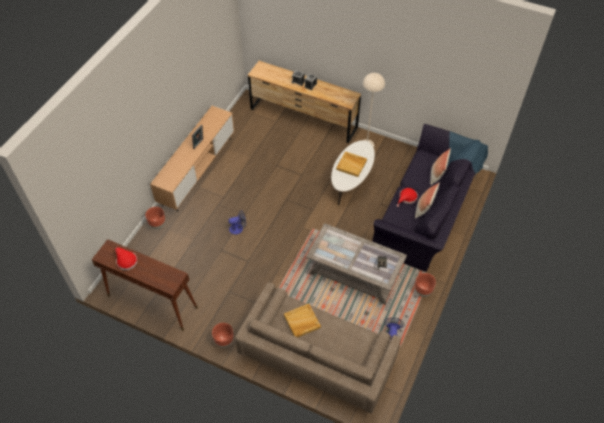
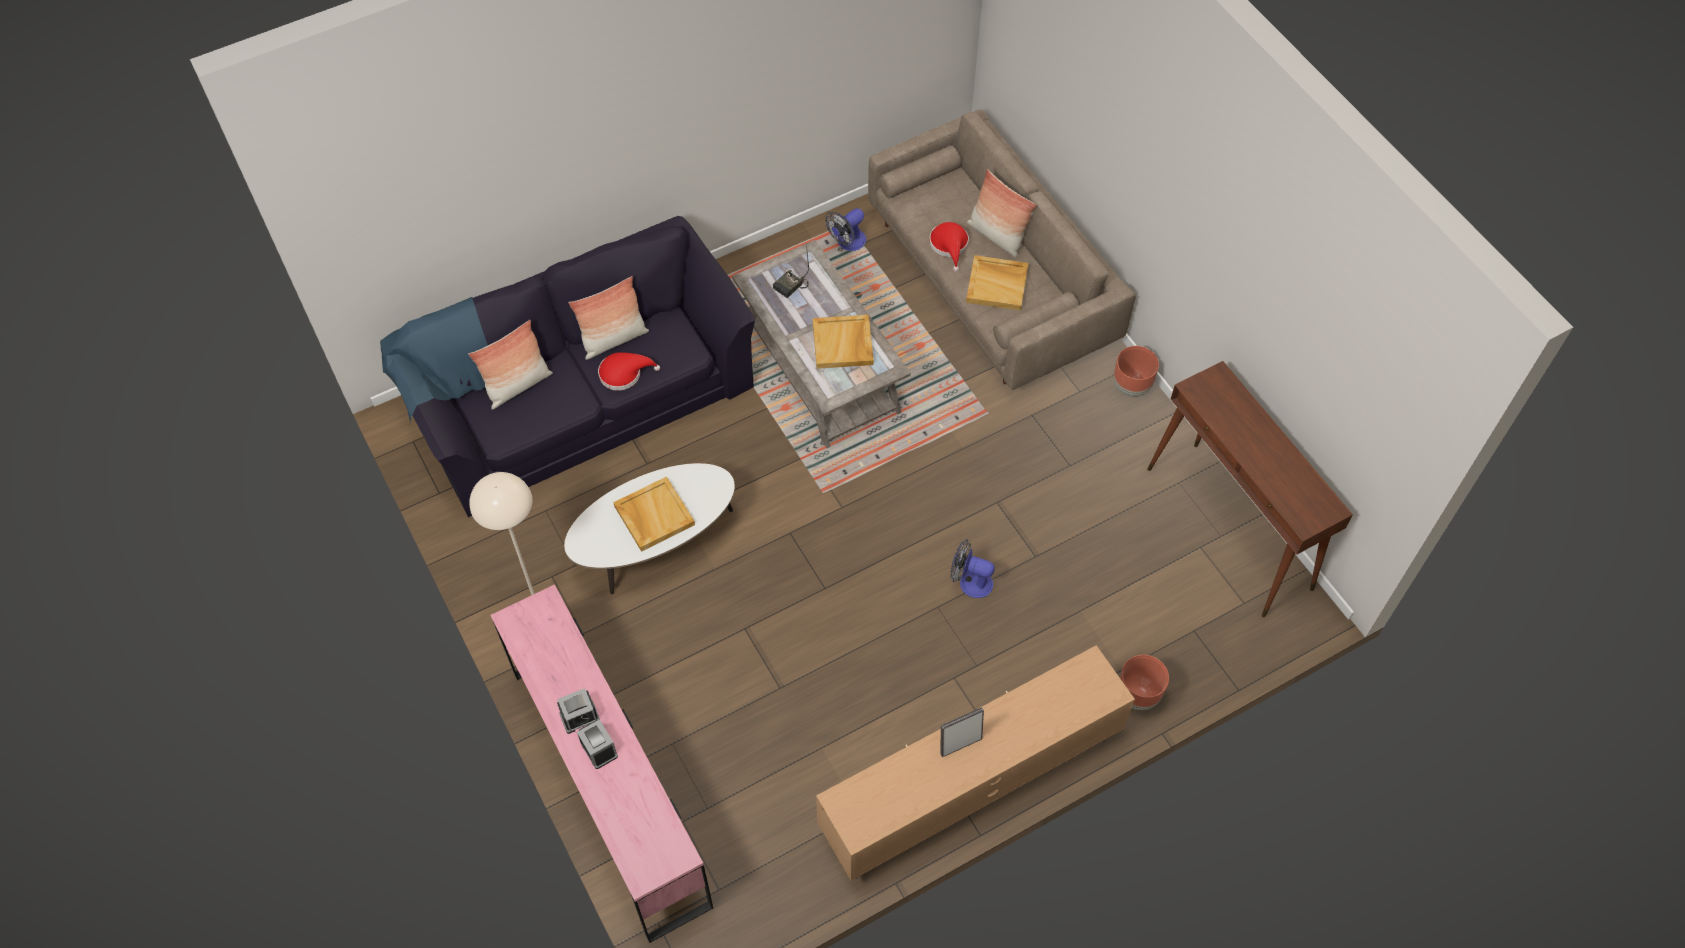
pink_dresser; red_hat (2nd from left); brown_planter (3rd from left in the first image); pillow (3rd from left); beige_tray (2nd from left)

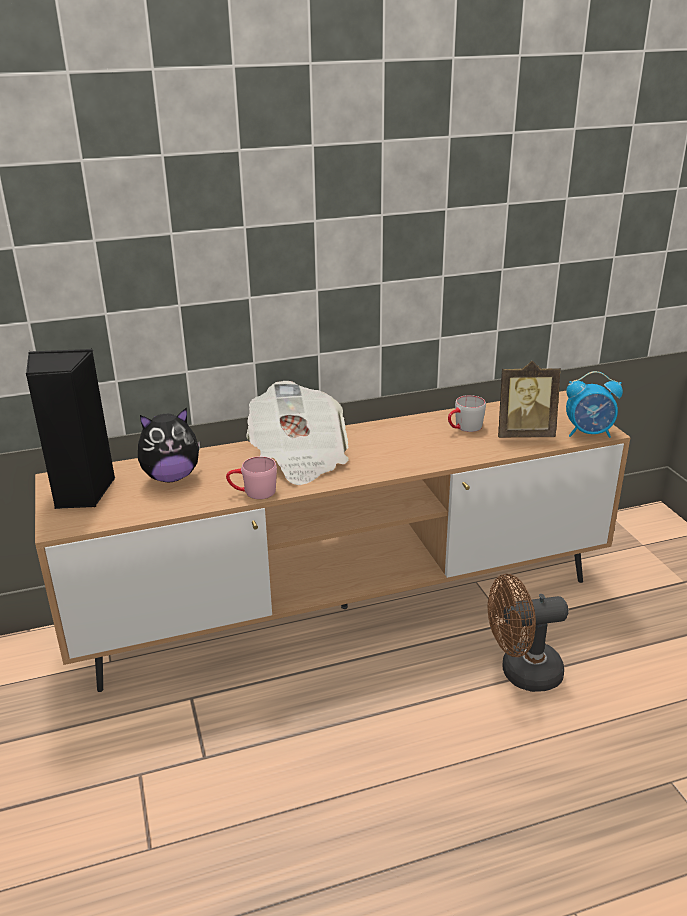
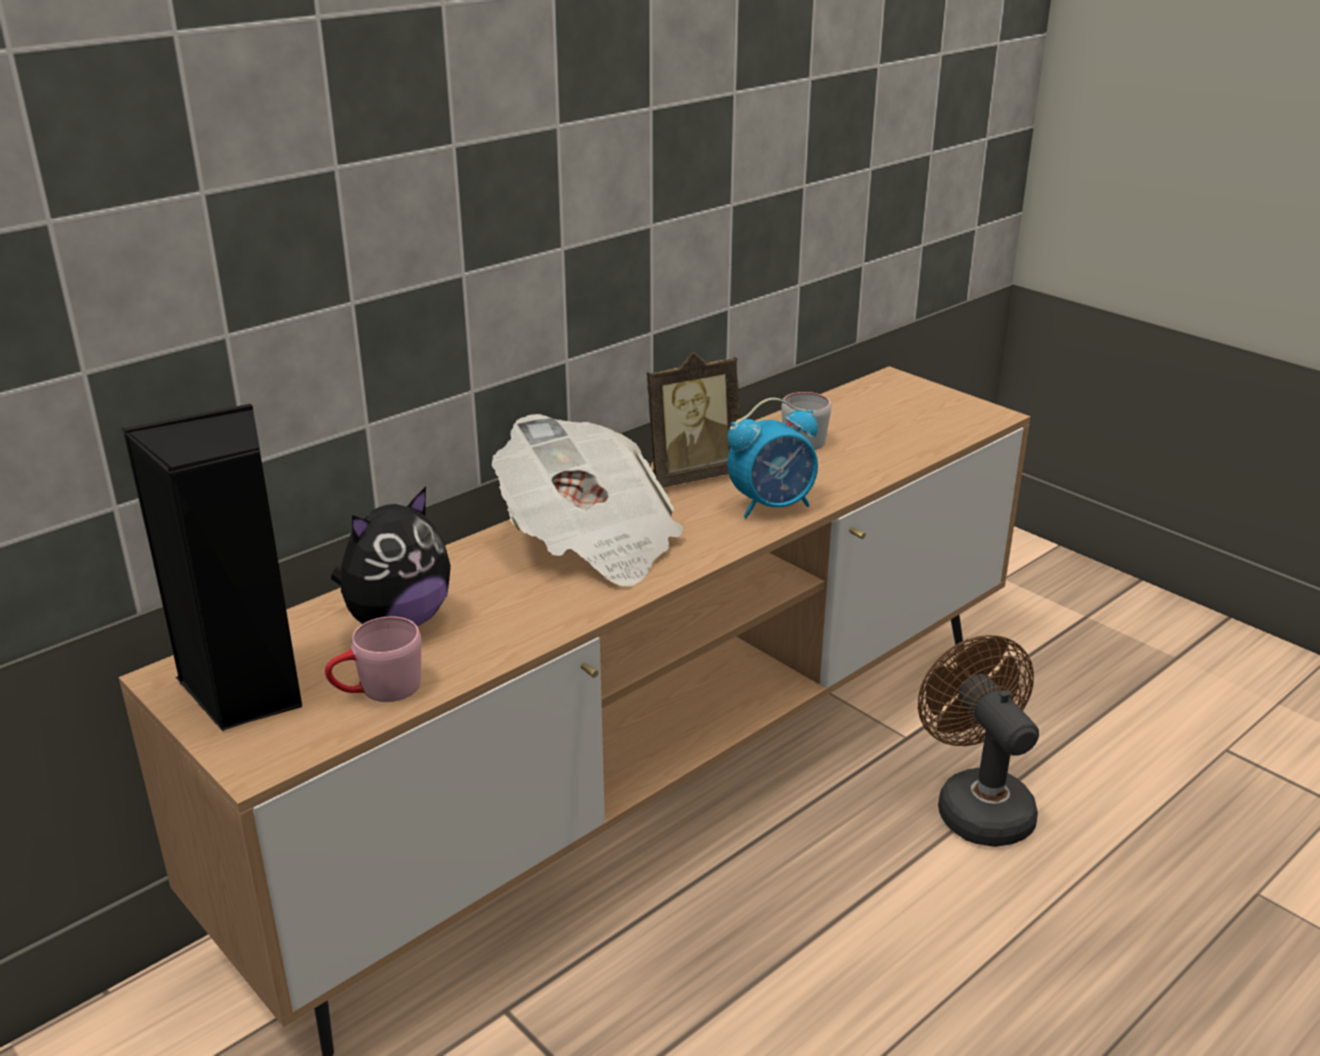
picture_frame; alarm_clock; pink_mug; brown_fan

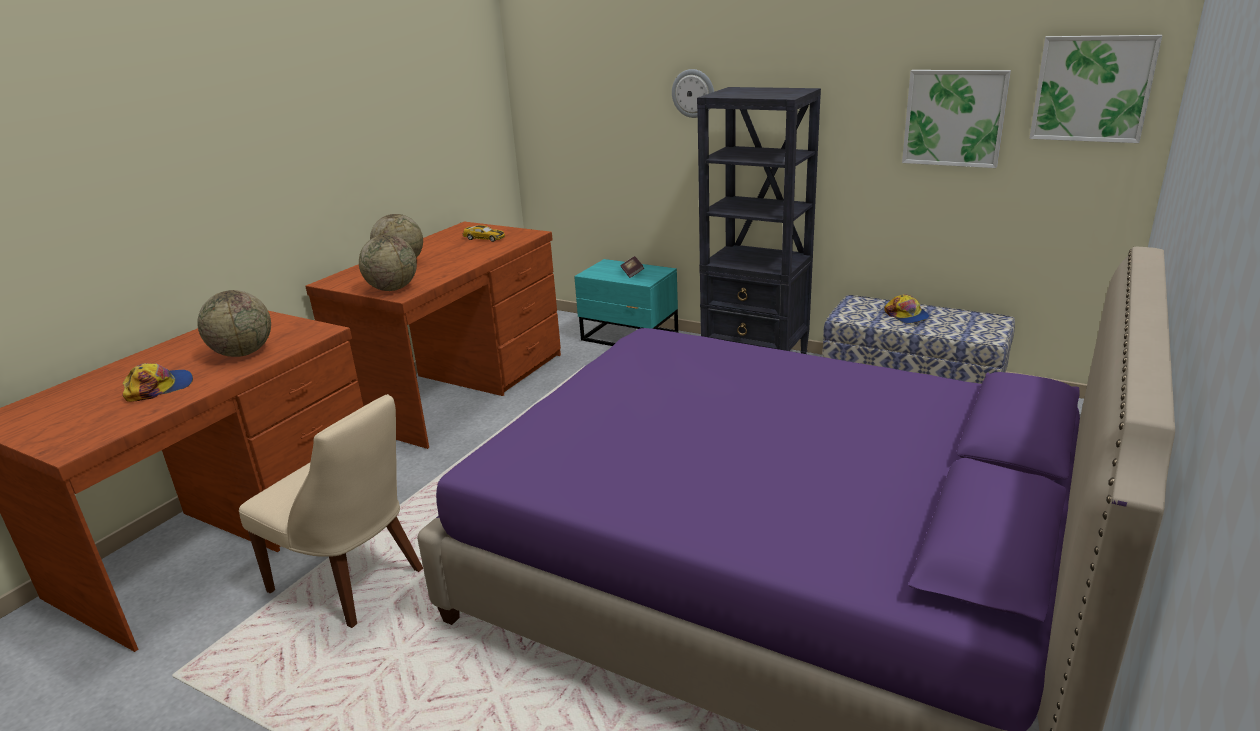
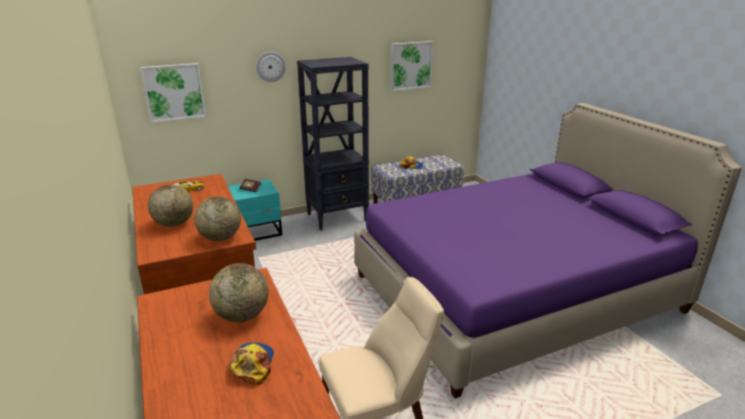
picture (1st from left)

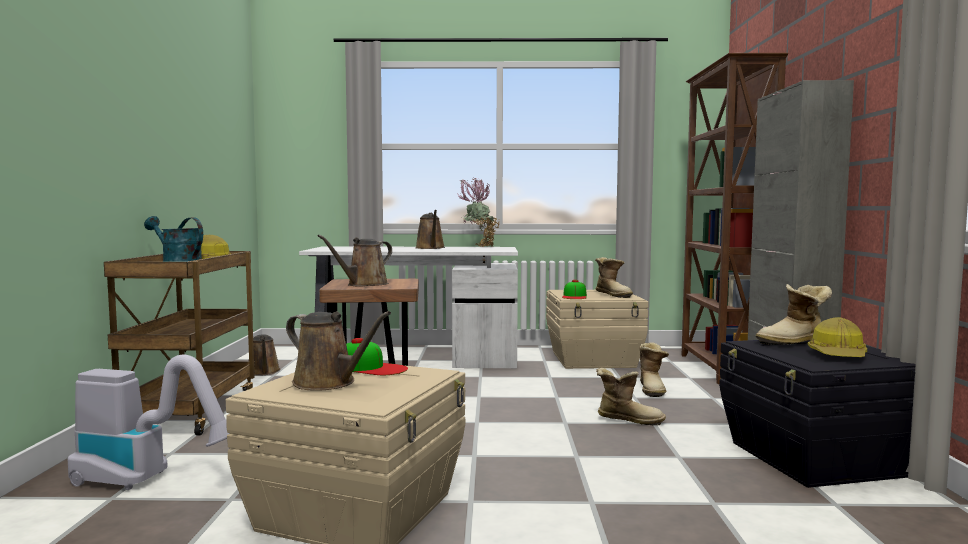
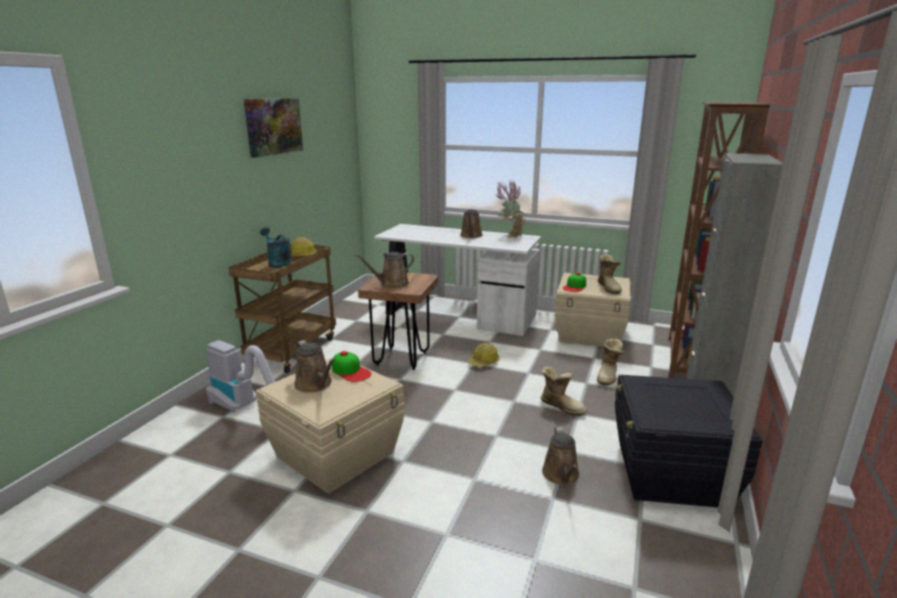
boot (4th from left in the first image); hard_hat (2nd from left); brown_watering_can (4th from left); picture

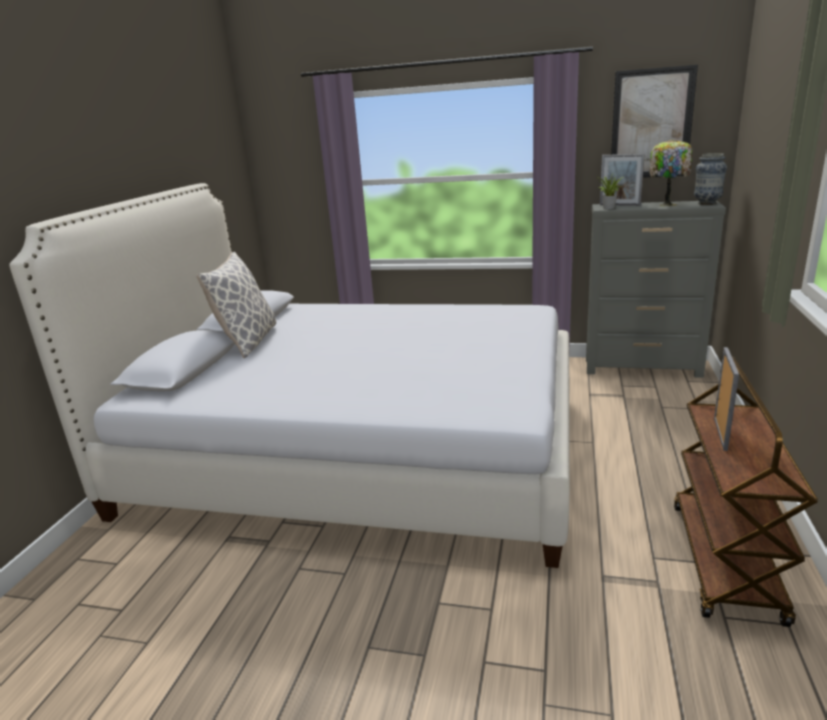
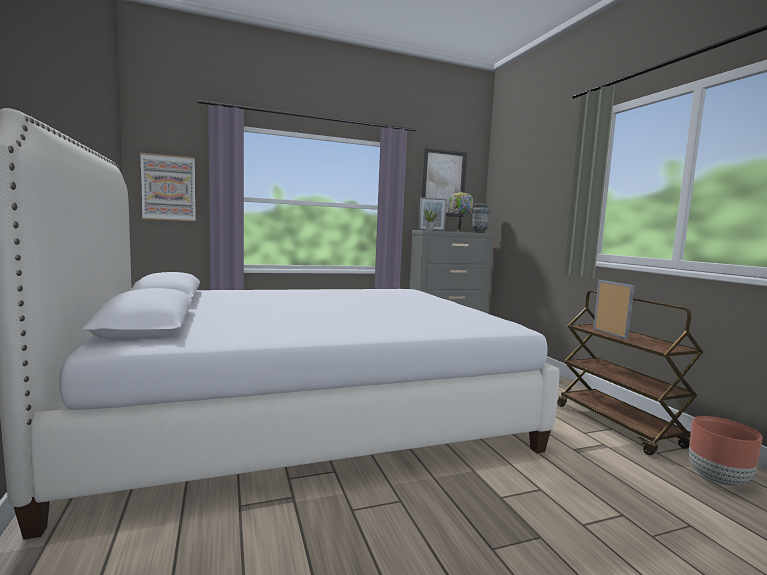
pillow; picture (1st from left); brown_planter

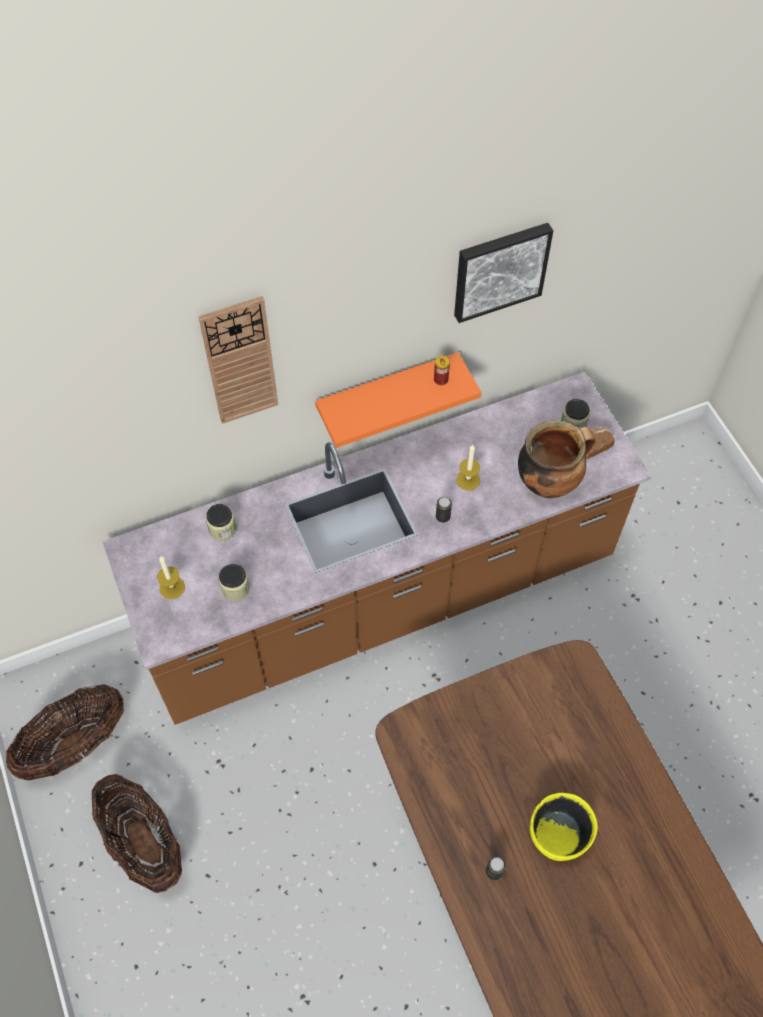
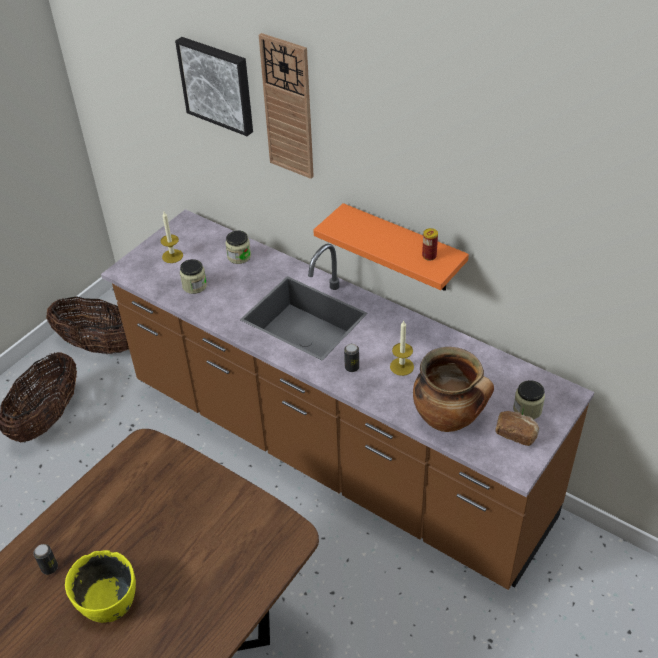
picture

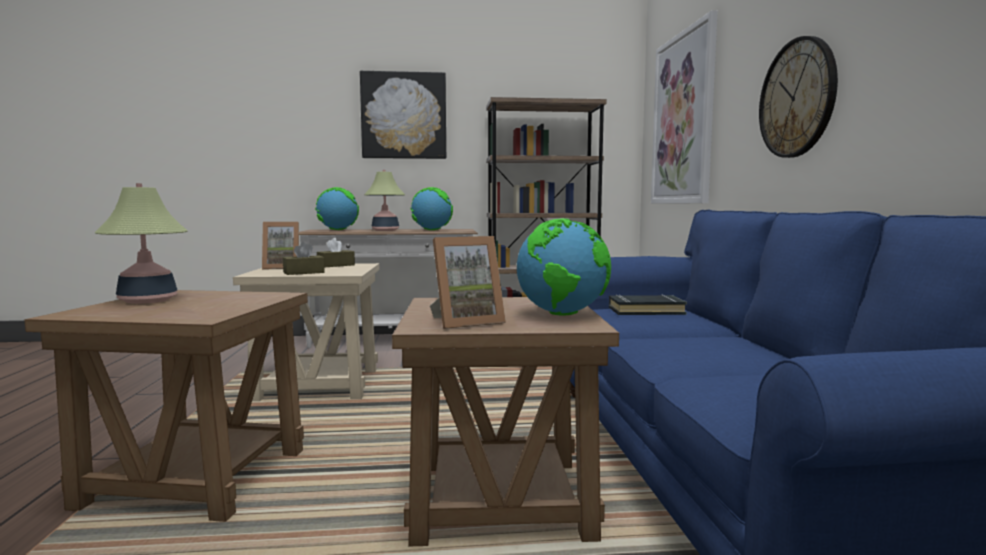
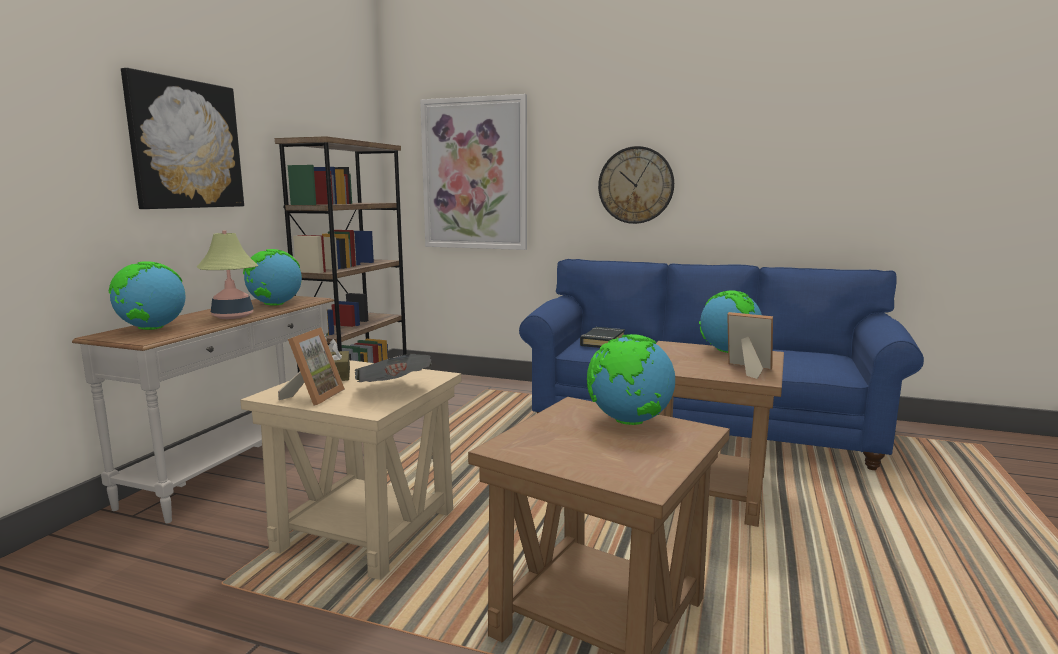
table_lamp (1st from left in the first image); picture_frame (2nd from left); newspaper; globe (3rd from left)

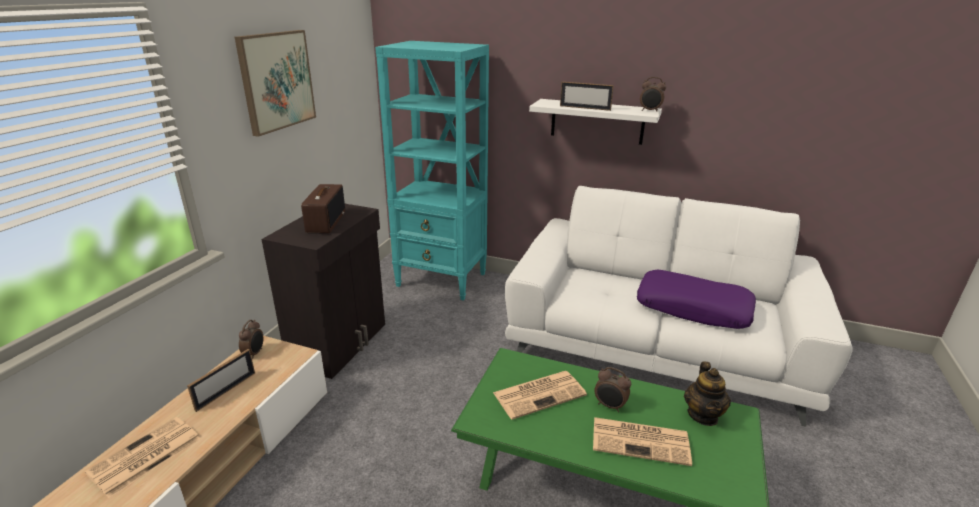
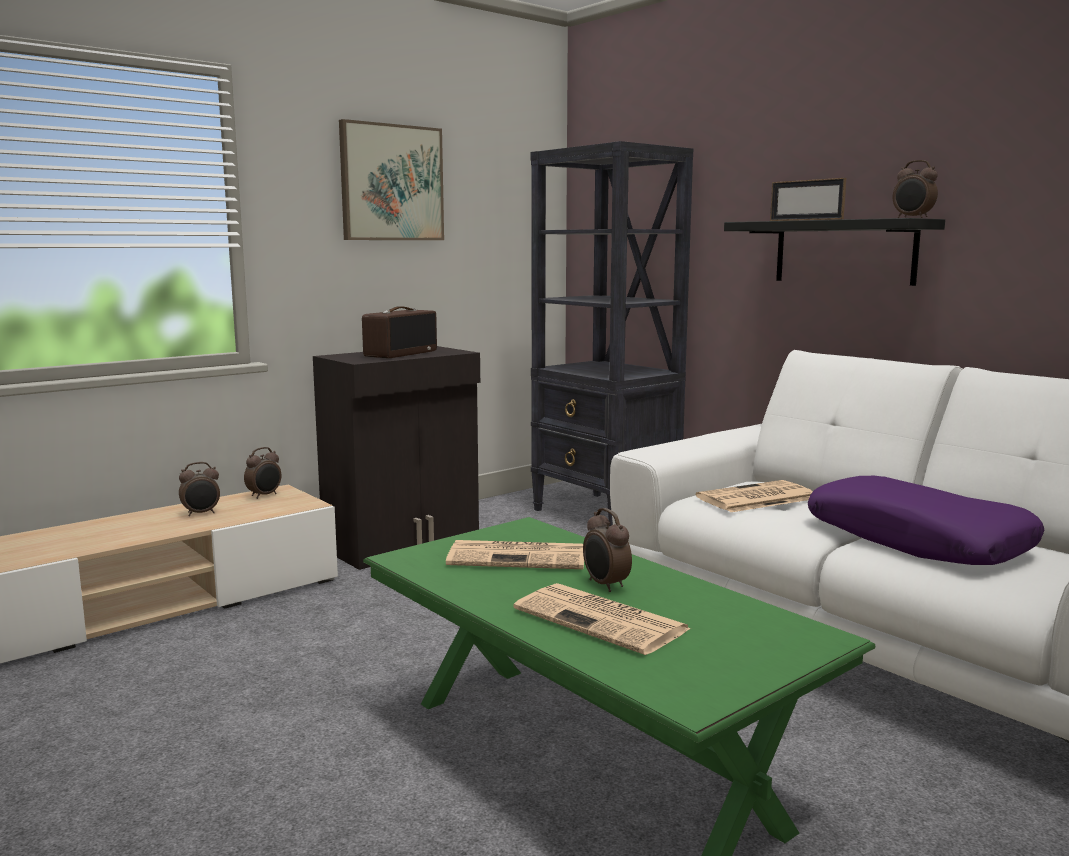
black_bookcase; black_shelf; alarm_clock (1st from left); teapot; newspaper (3rd from left)

